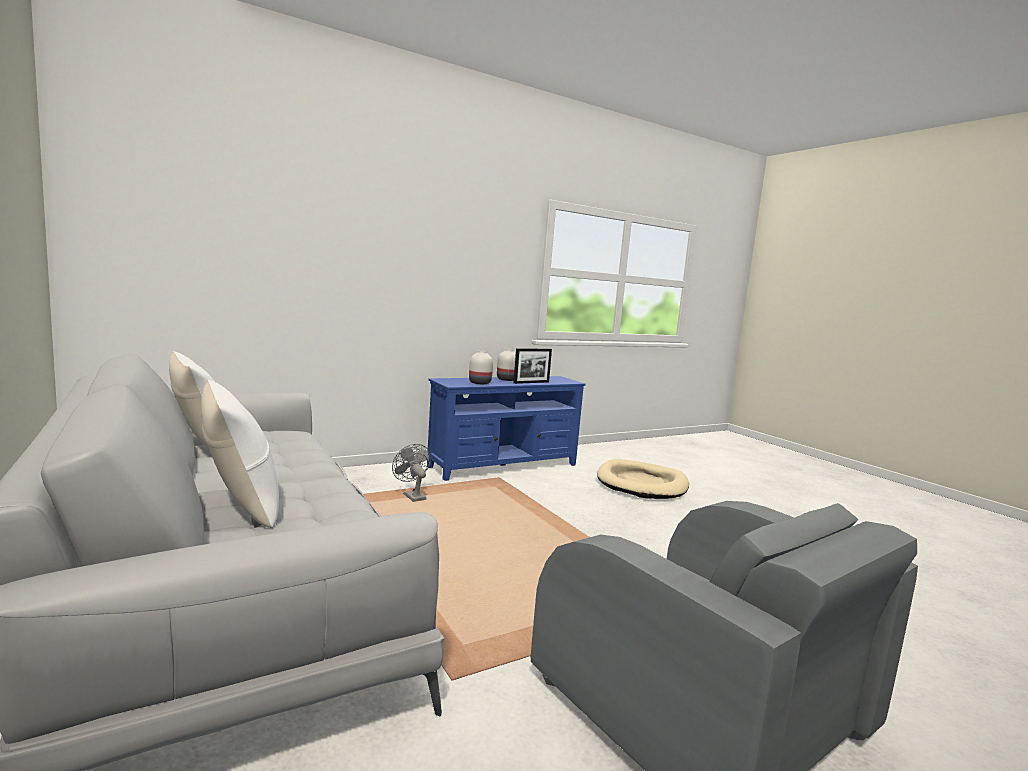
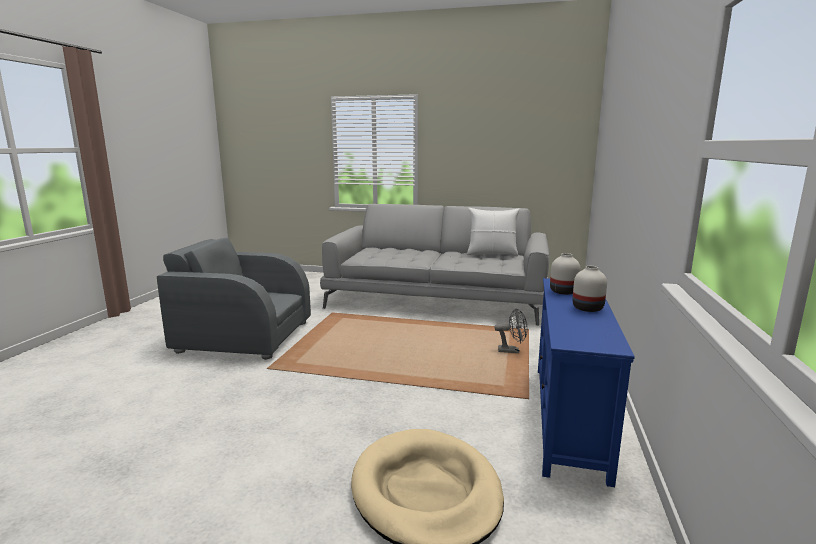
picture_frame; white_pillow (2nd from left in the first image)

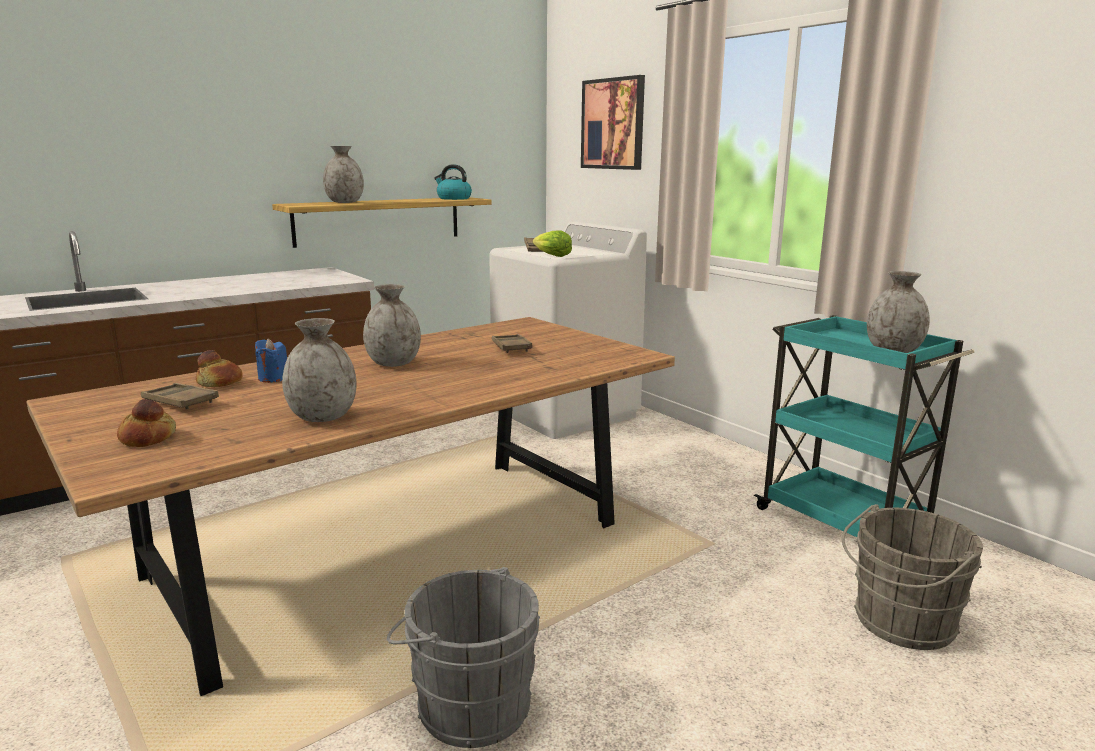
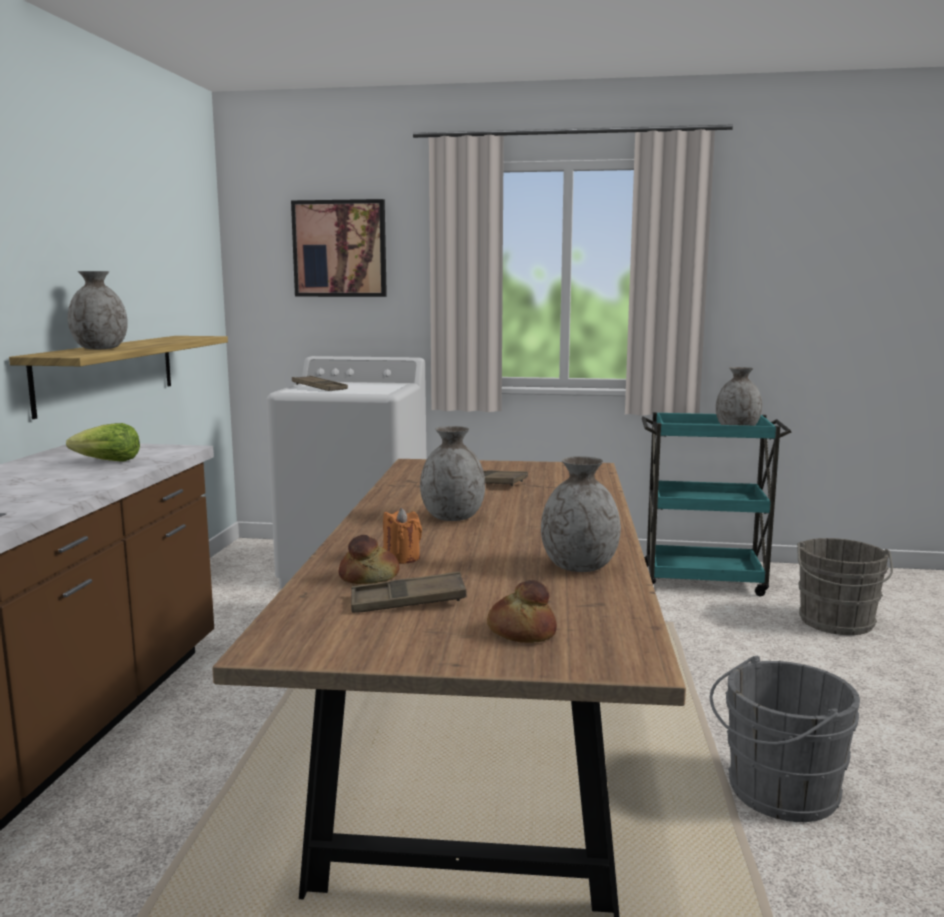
kettle; lettuce; orange_candle

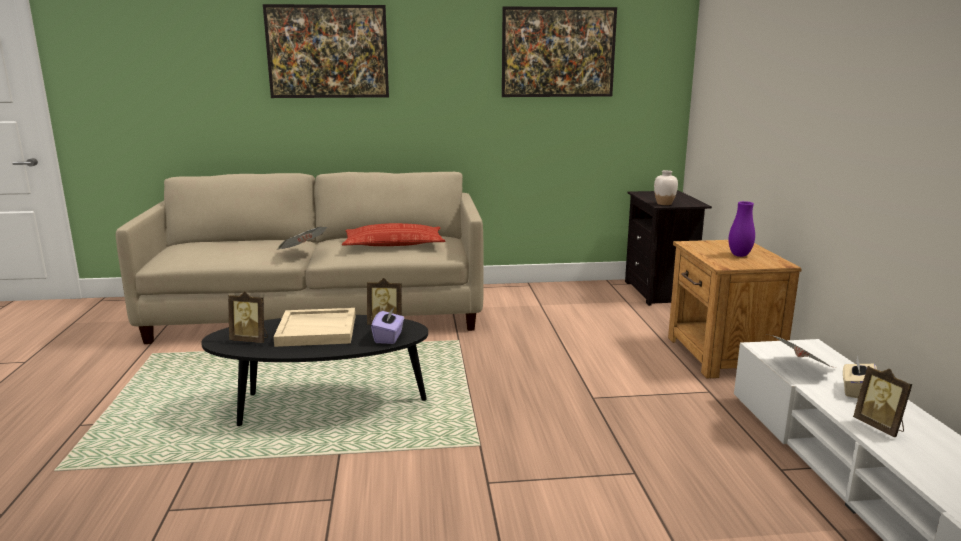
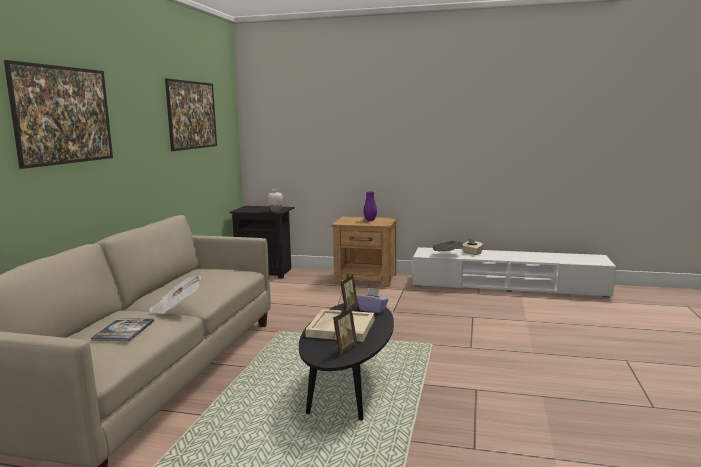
pillow; picture_frame (3rd from left in the first image); book

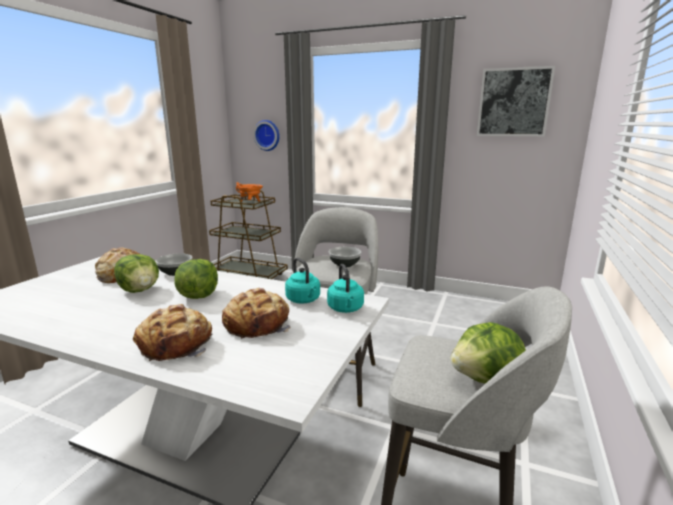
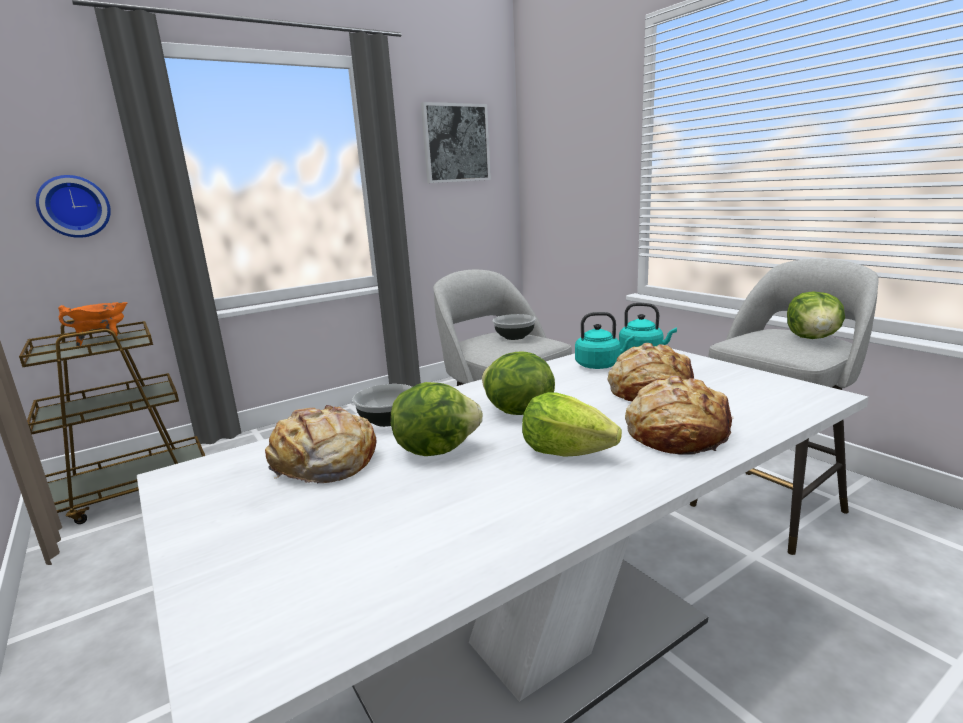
lettuce (3rd from left)

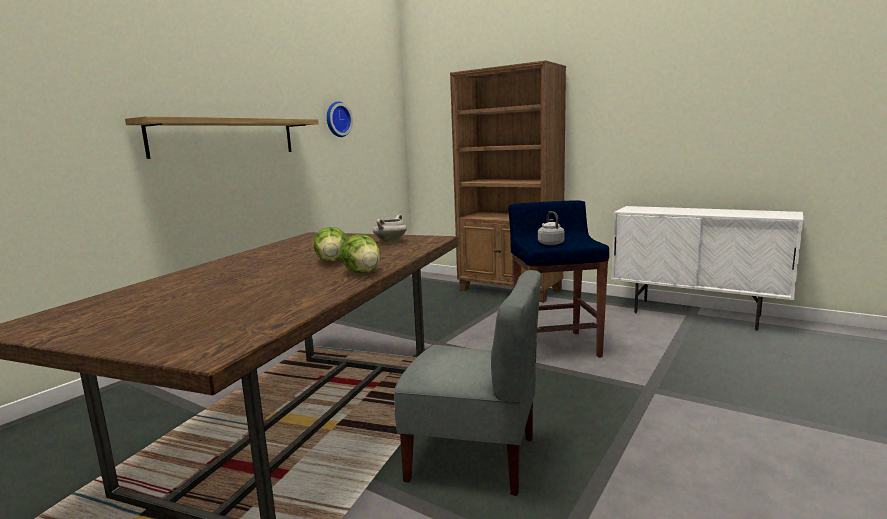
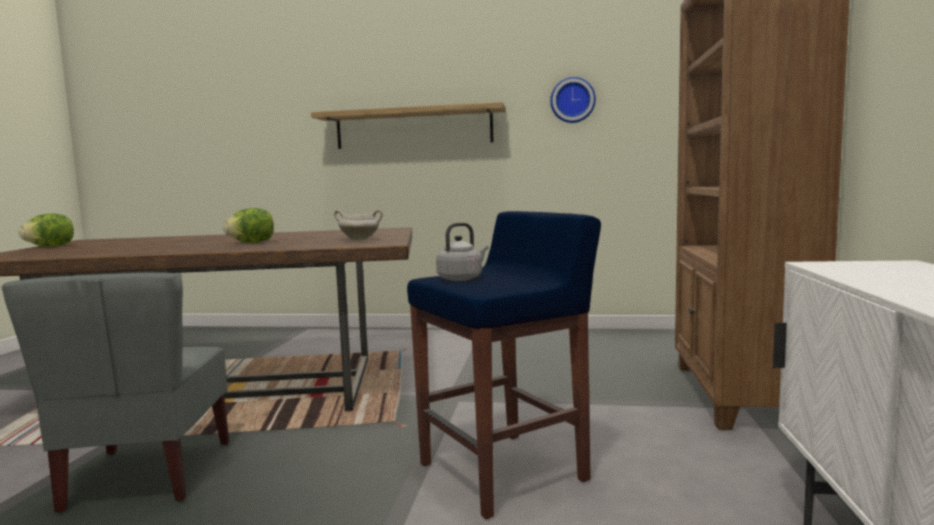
lettuce (1st from left)

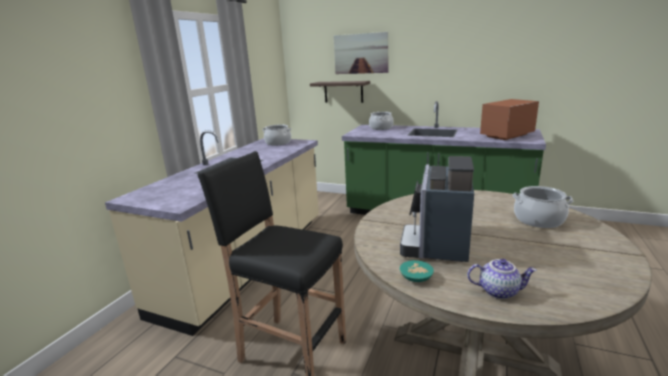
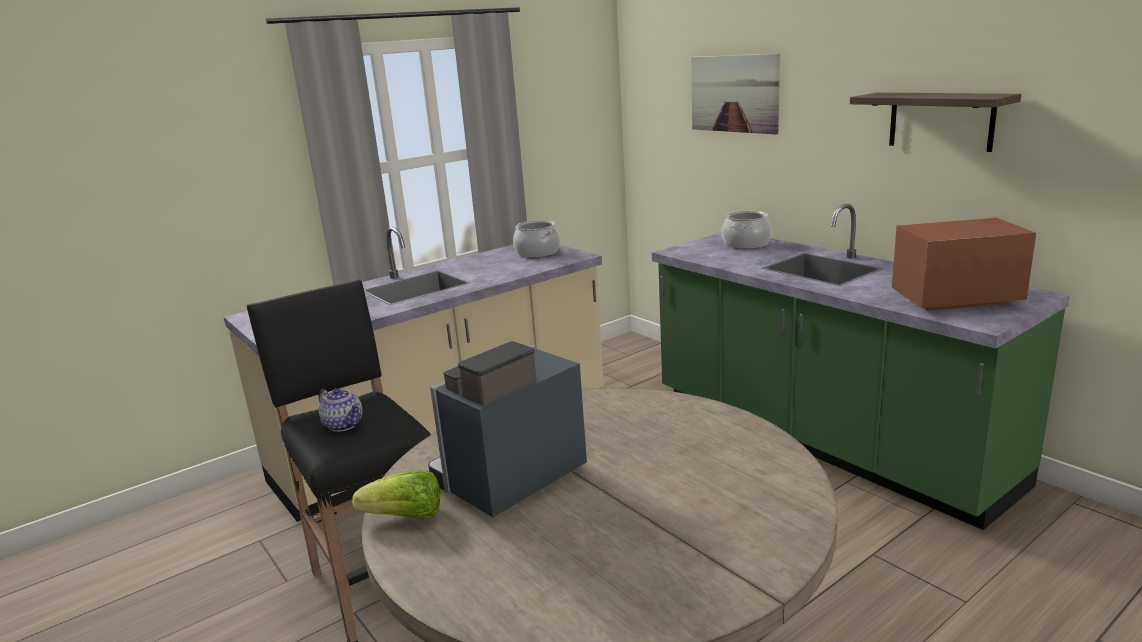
shelf; cooking_pot (3rd from left in the first image); teapot; lettuce

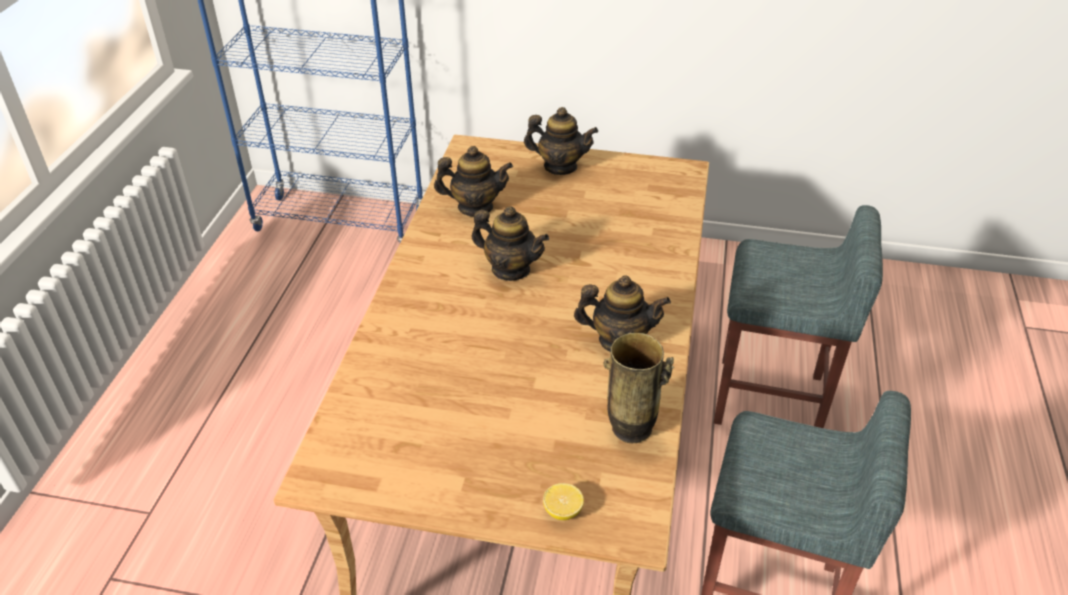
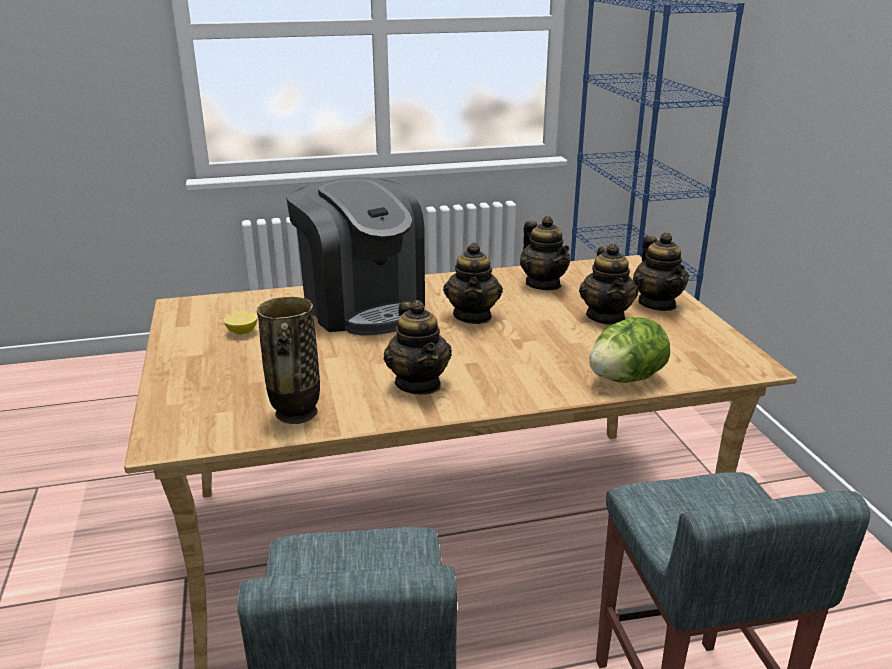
lemon; coffee_machine; teapot (4th from left); lettuce

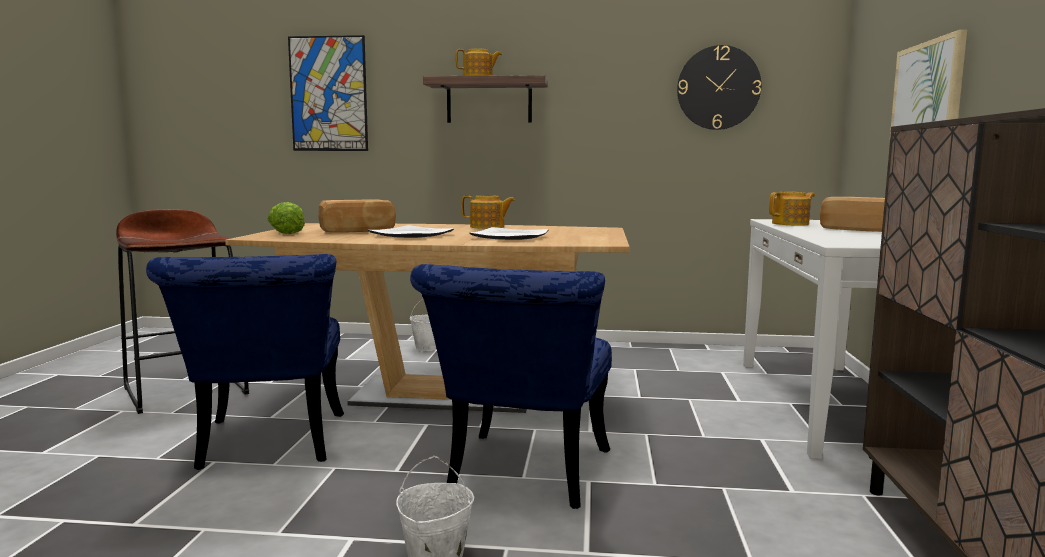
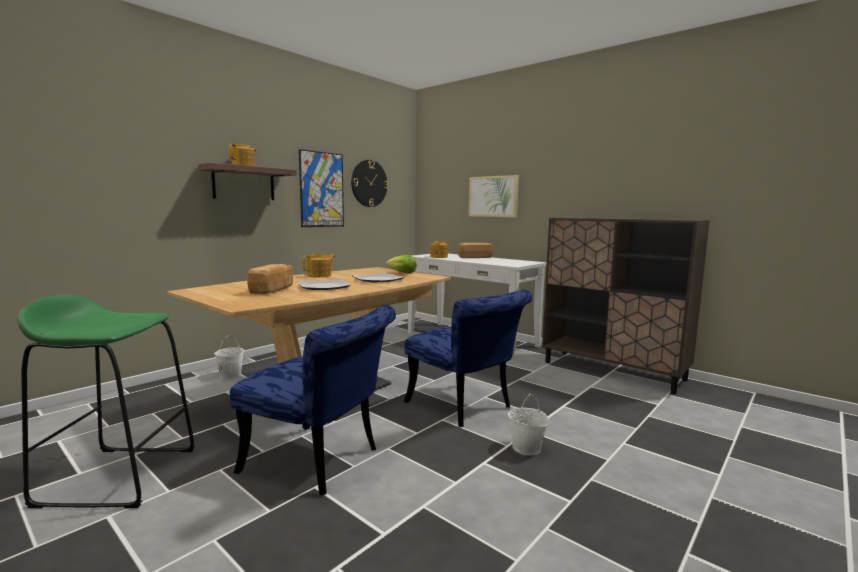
picture (1st from left); lettuce; green_stool

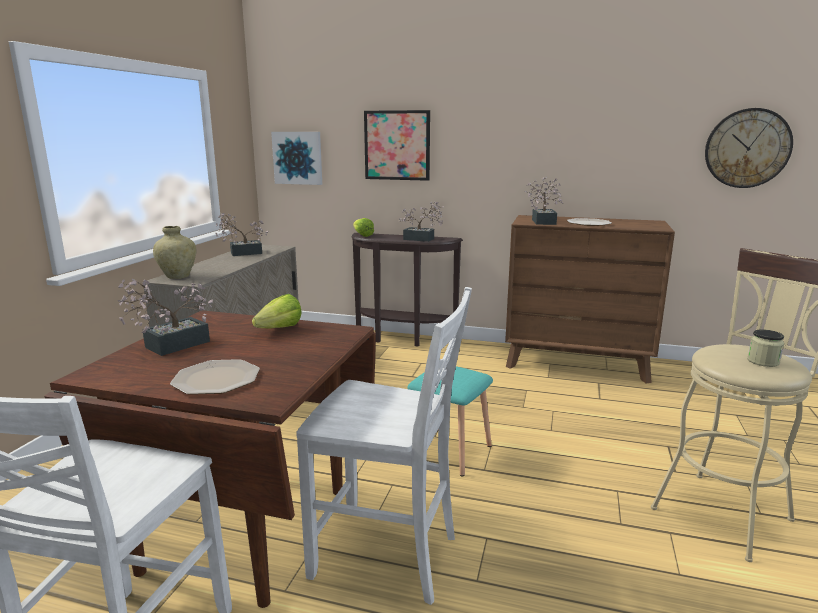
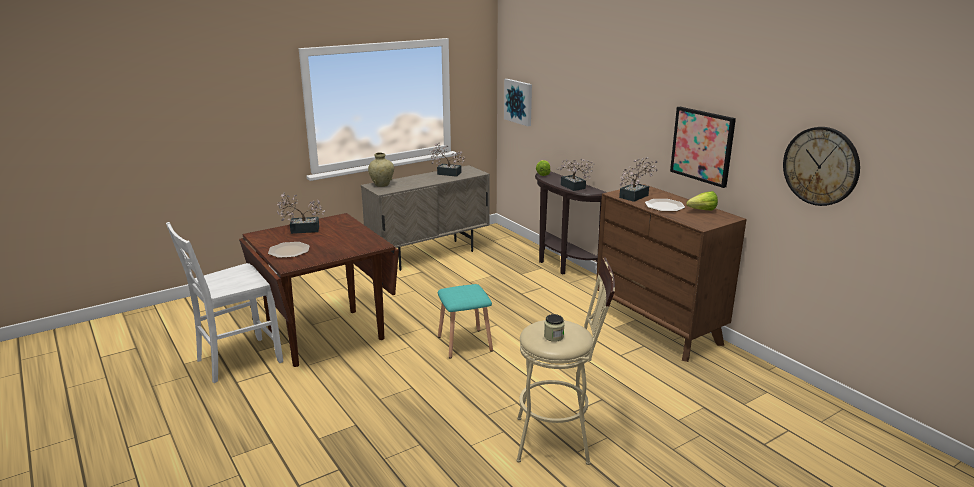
picture (2nd from left); white_chair (2nd from left in the first image); lettuce (2nd from left)

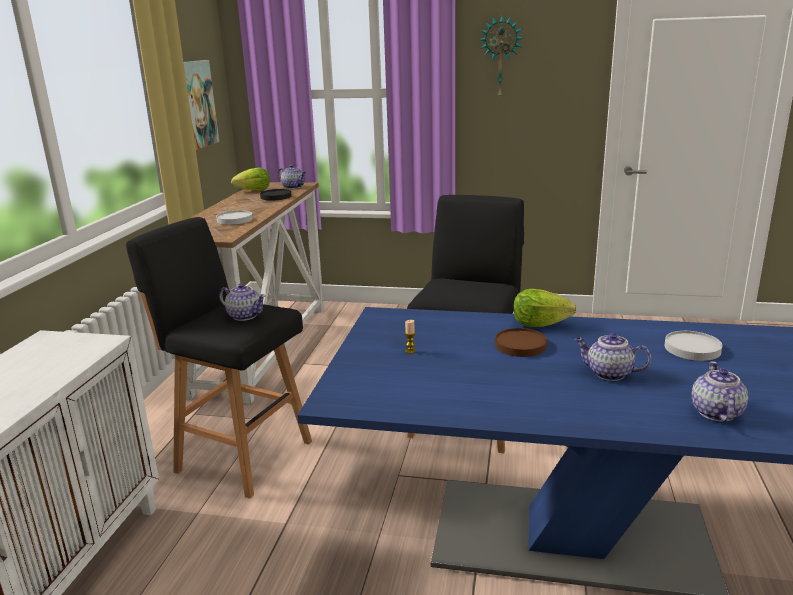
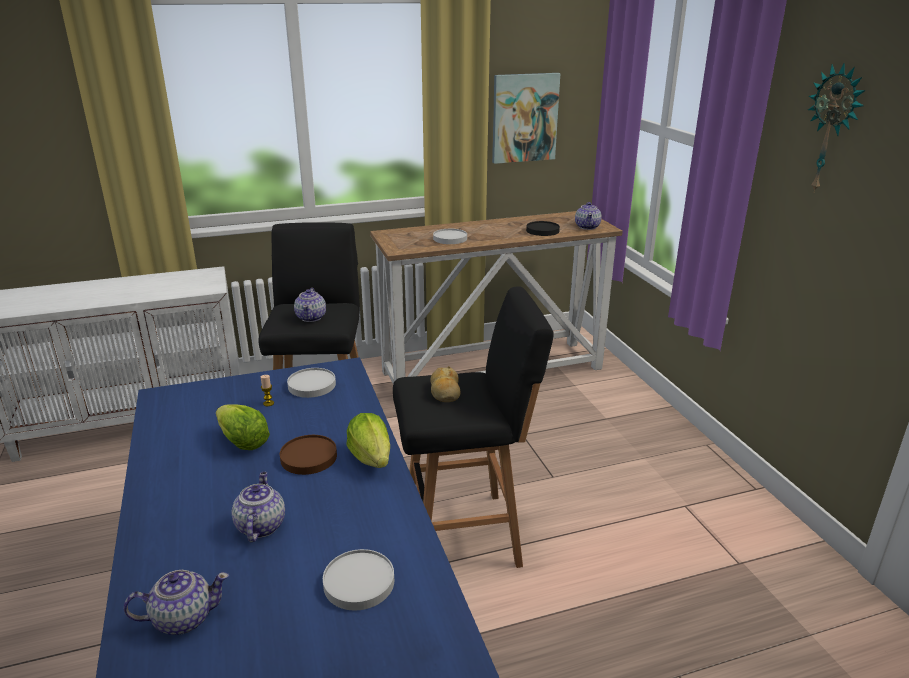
lettuce (1st from left); bread; white_plate (1st from left)

